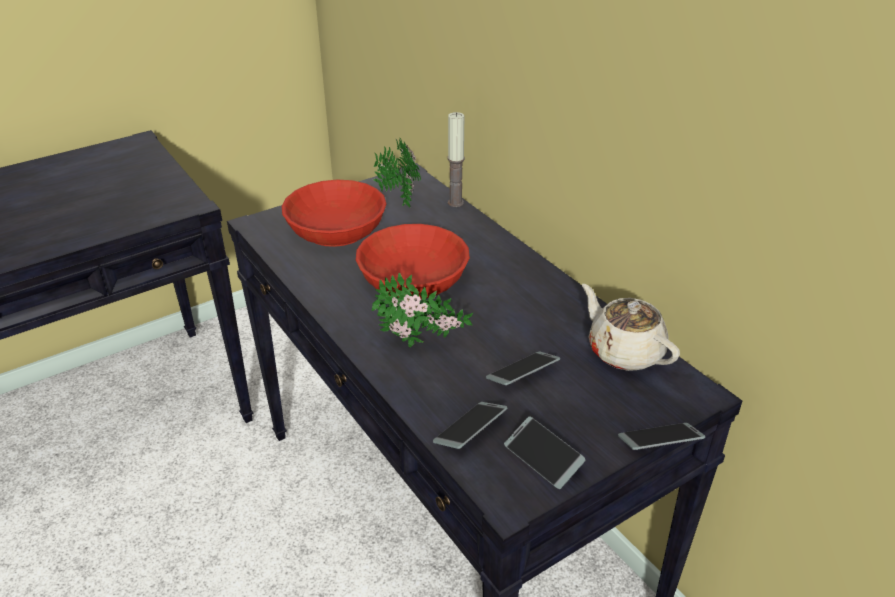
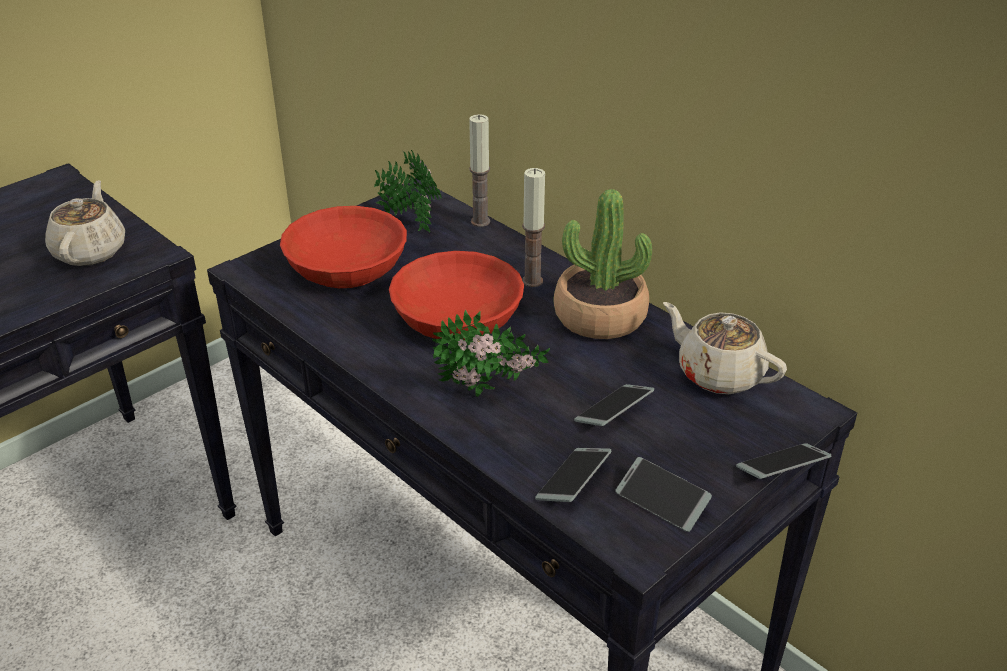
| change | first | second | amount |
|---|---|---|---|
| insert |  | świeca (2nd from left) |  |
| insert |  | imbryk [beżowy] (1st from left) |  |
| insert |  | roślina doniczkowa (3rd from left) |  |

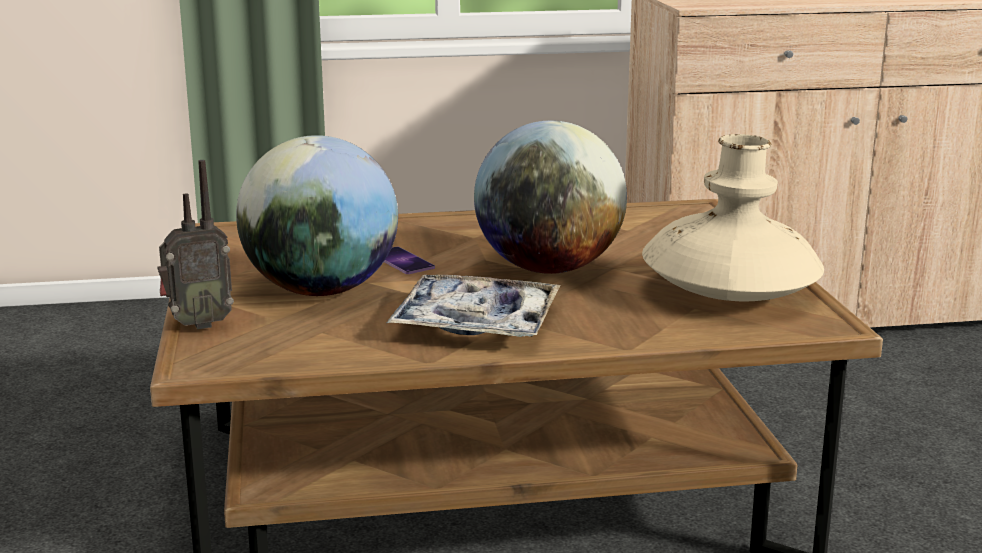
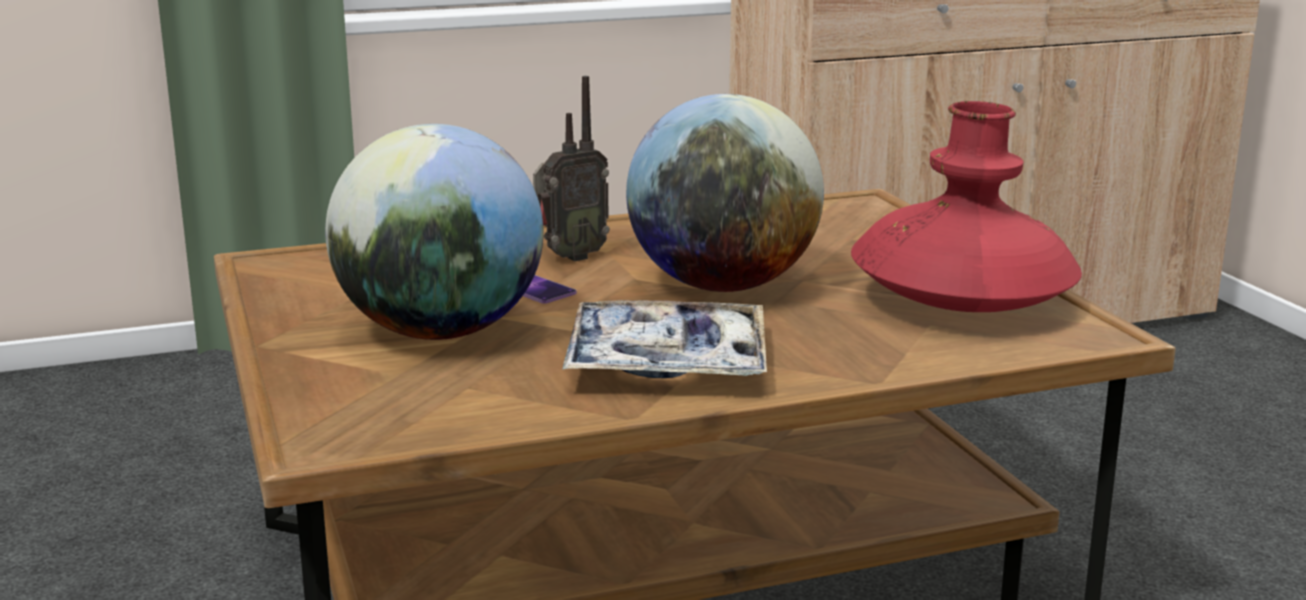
| change | first | second | amount |
|---|---|---|---|
| recolor | wazon [beżowy] | wazon [czerwony] |  |
| move | radio |  |  |

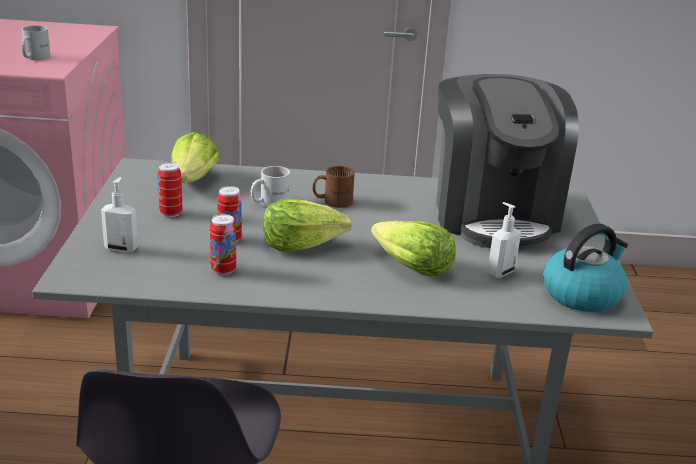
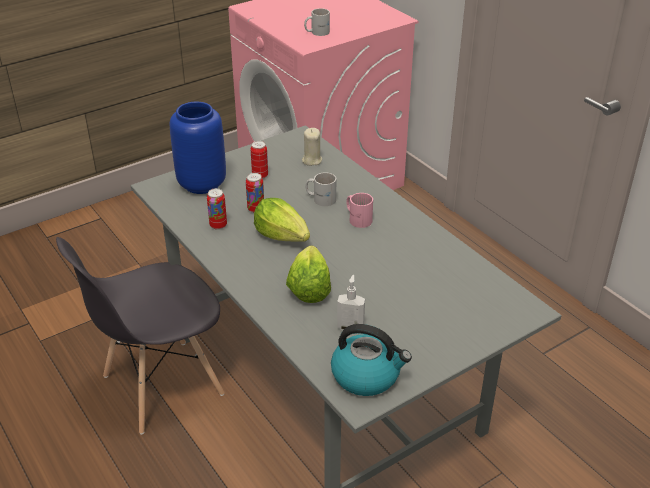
| change | first | second | amount |
|---|---|---|---|
| delete | ekspres do kawy |  |  |
| replace | sałata (1st from left) | świeca [beżowy] |  |
| recolor | kubek [brązowy] | kubek [różowy] |  |
| replace | dozownik mydła (1st from left) | wazon [niebieski] |  |

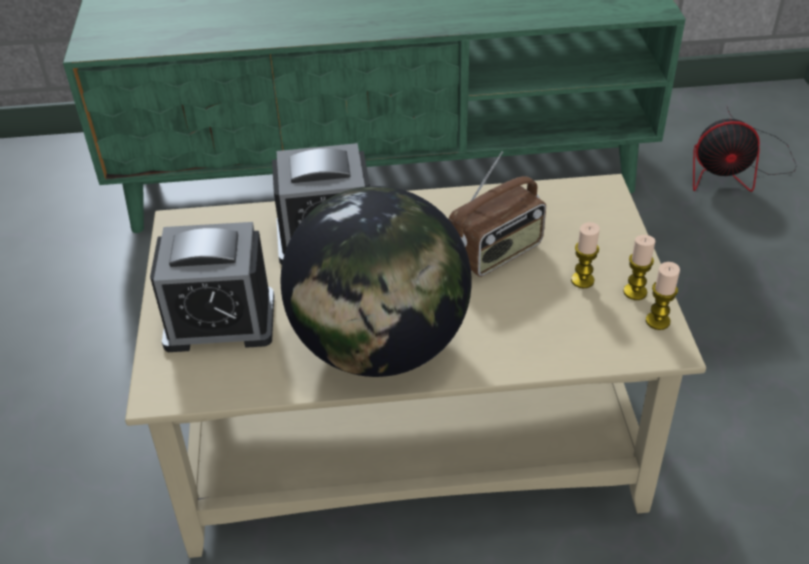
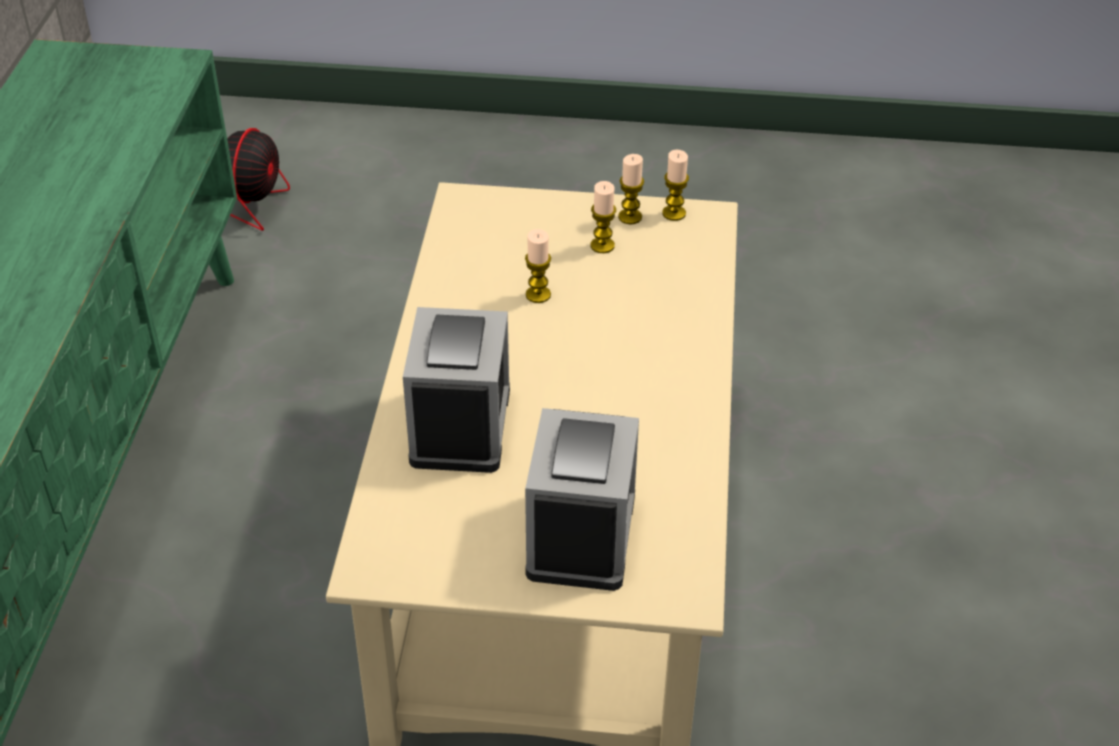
| change | first | second | amount |
|---|---|---|---|
| replace | radio | świeca (1st from left) |  |
| delete | globus |  |  |

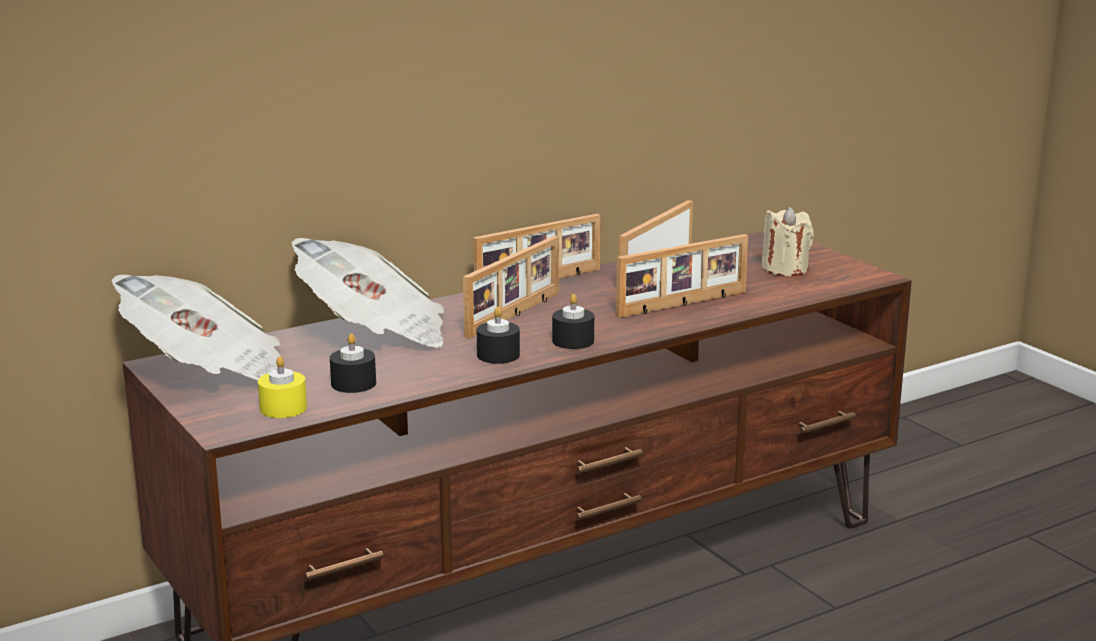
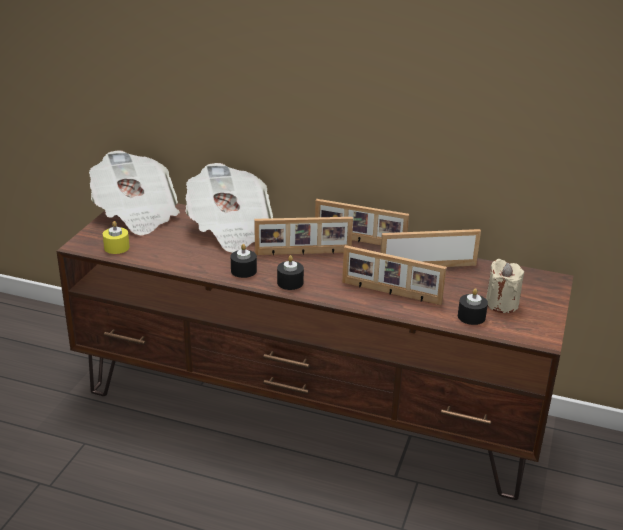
| change | first | second | amount |
|---|---|---|---|
| move | świeca [czarny] (1st from left in the first image) | świeca [czarny] (3rd from left) |  |

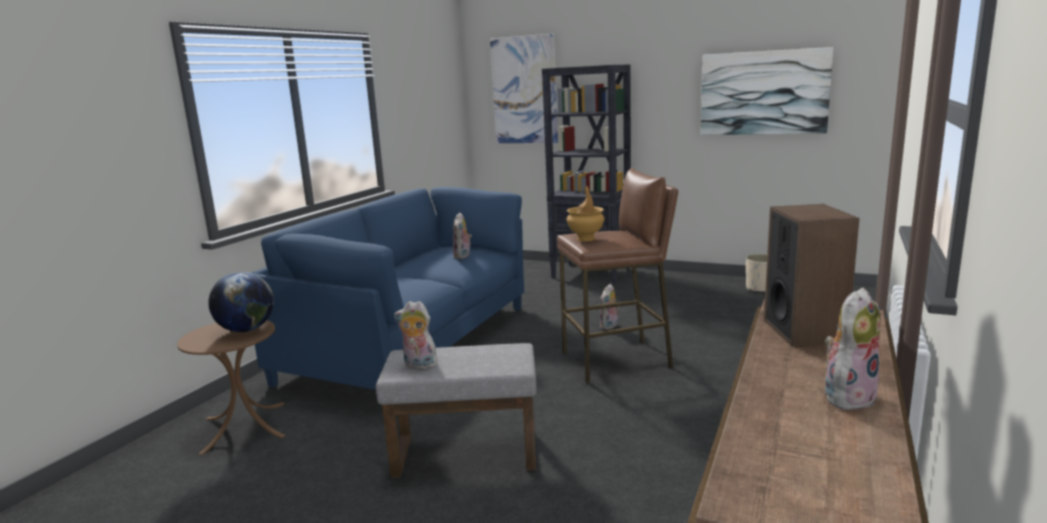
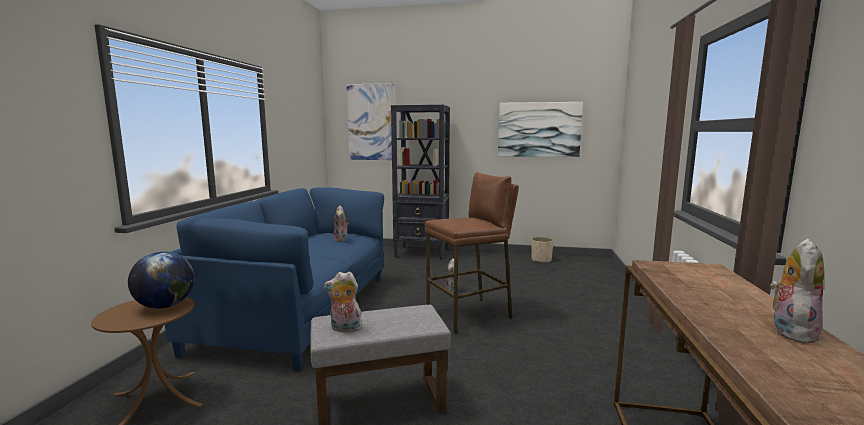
| change | first | second | amount |
|---|---|---|---|
| delete | wazon [brązowy] |  |  |
| delete | głośnik |  |  |

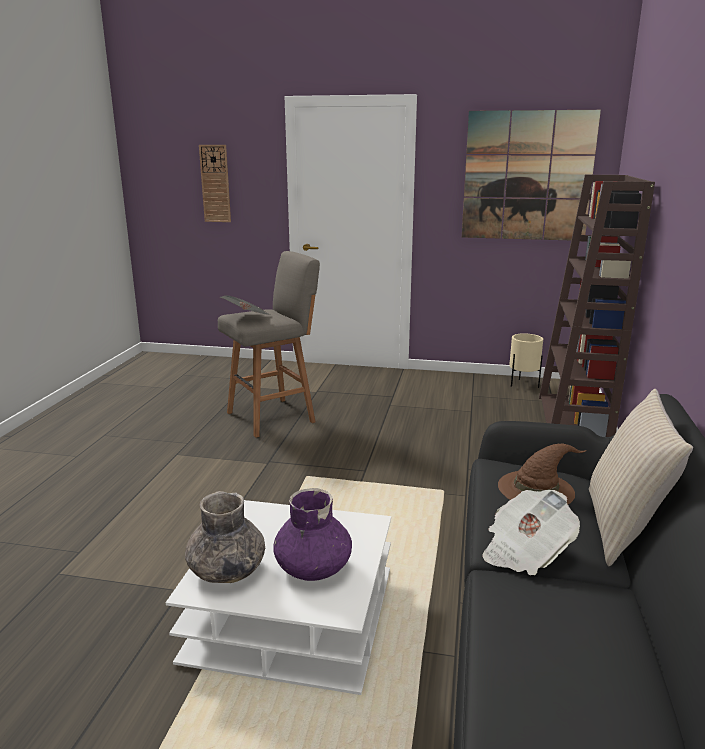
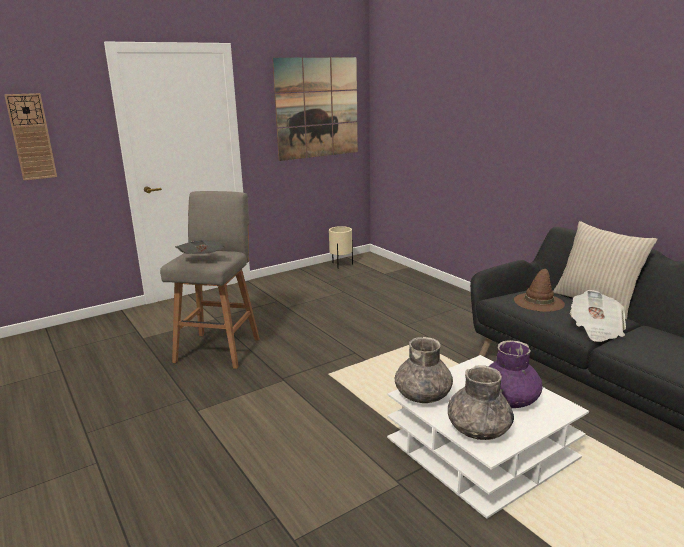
| change | first | second | amount |
|---|---|---|---|
| delete | regał [brązowy] |  |  |
| insert |  | wazon [szary] (1st from left) |  |

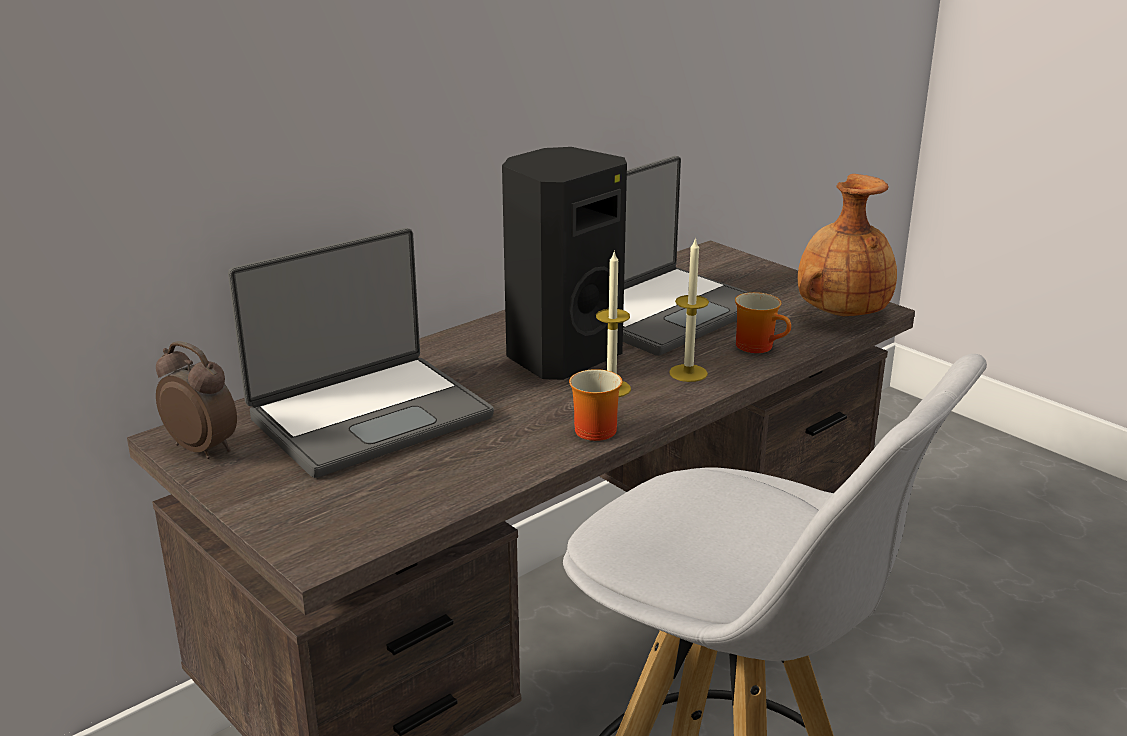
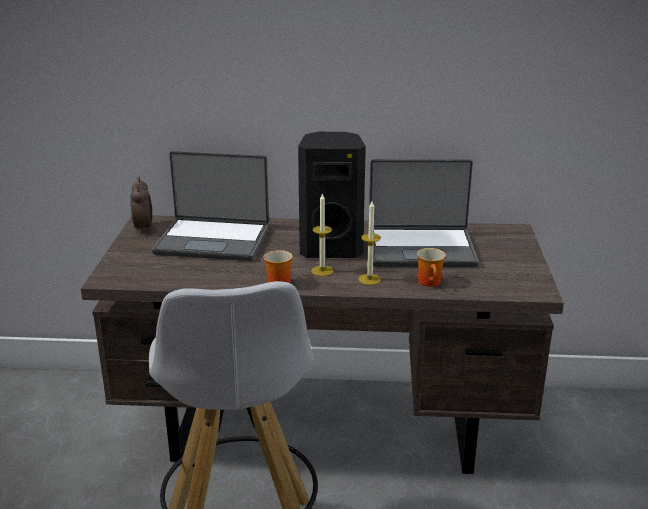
| change | first | second | amount |
|---|---|---|---|
| delete | wazon [brązowy] |  |  |

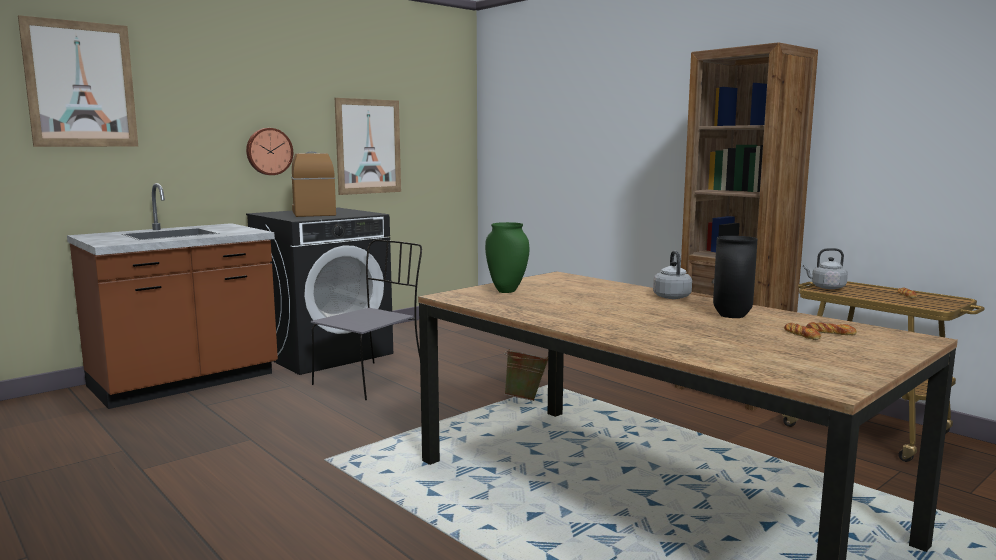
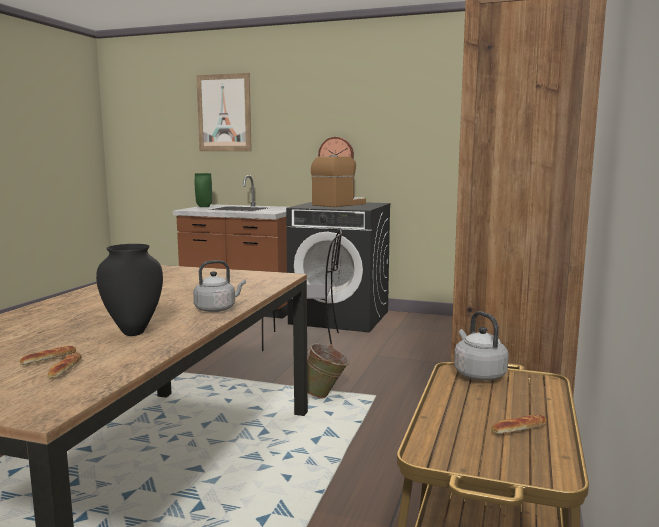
| change | first | second | amount |
|---|---|---|---|
| delete | obraz (2nd from left) |  |  |
| move | wazon [zielony] |  |  |

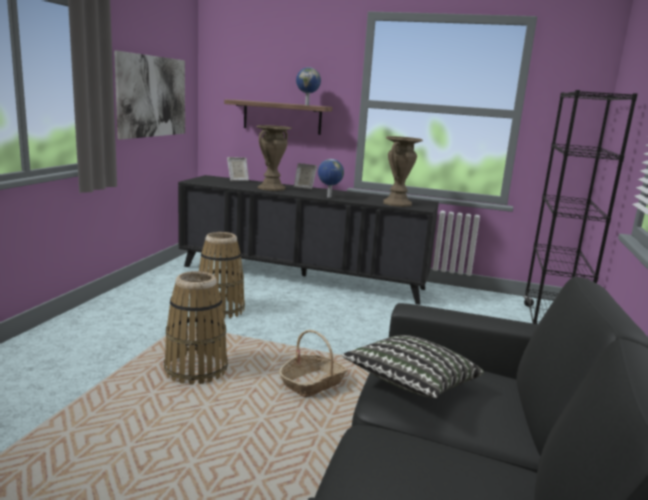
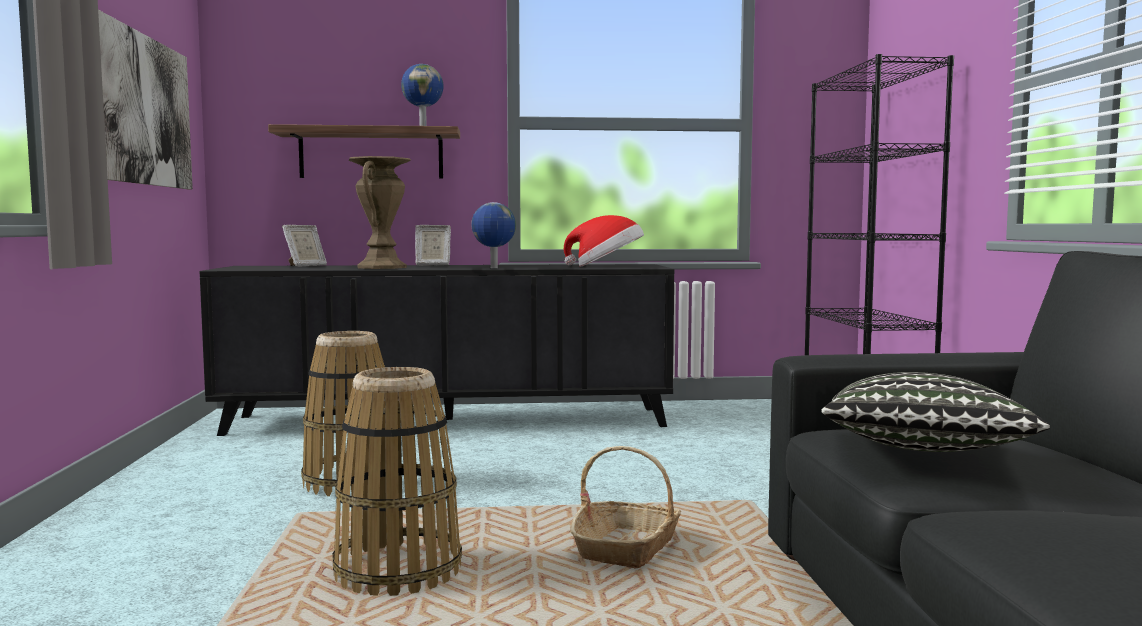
| change | first | second | amount |
|---|---|---|---|
| replace | wazon [brązowy] (2nd from left) | kapelusz |  |

